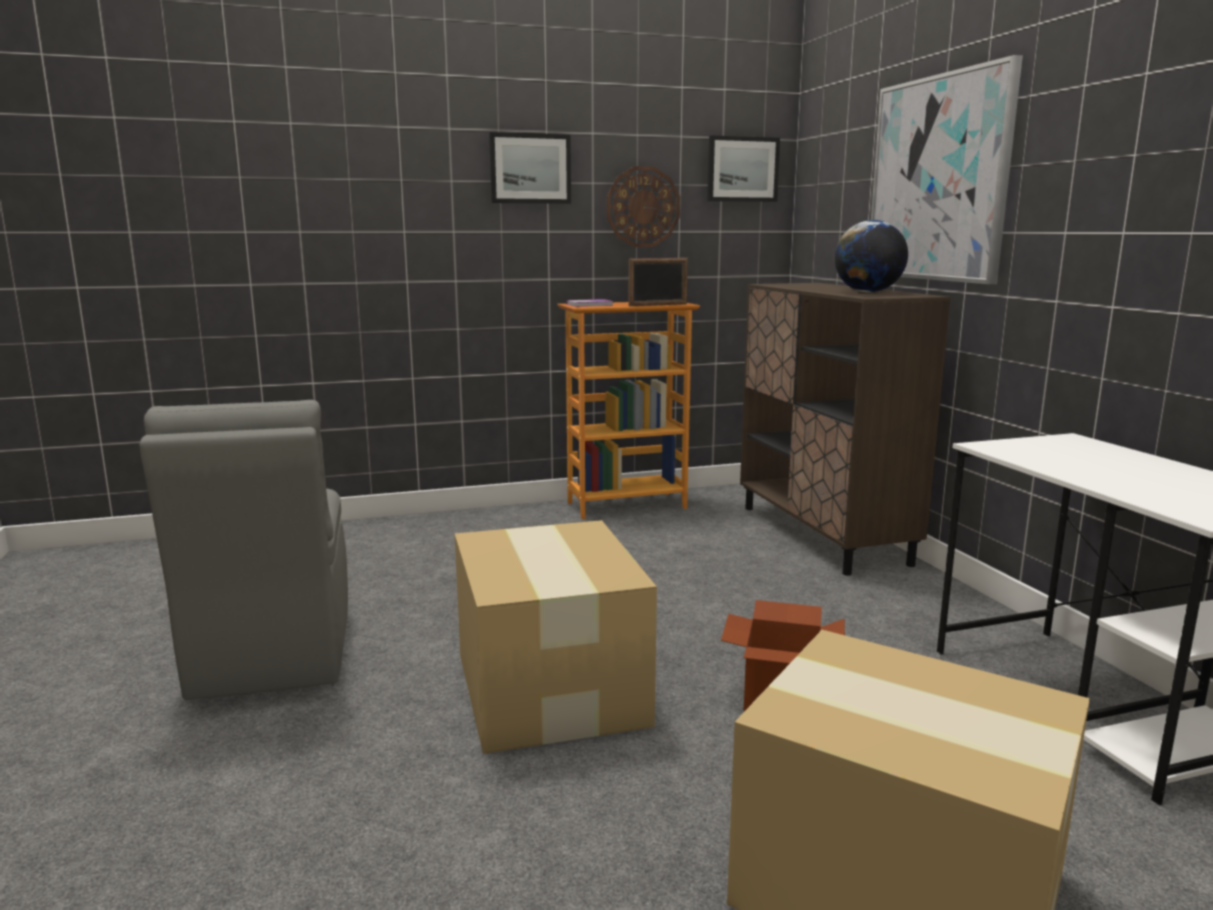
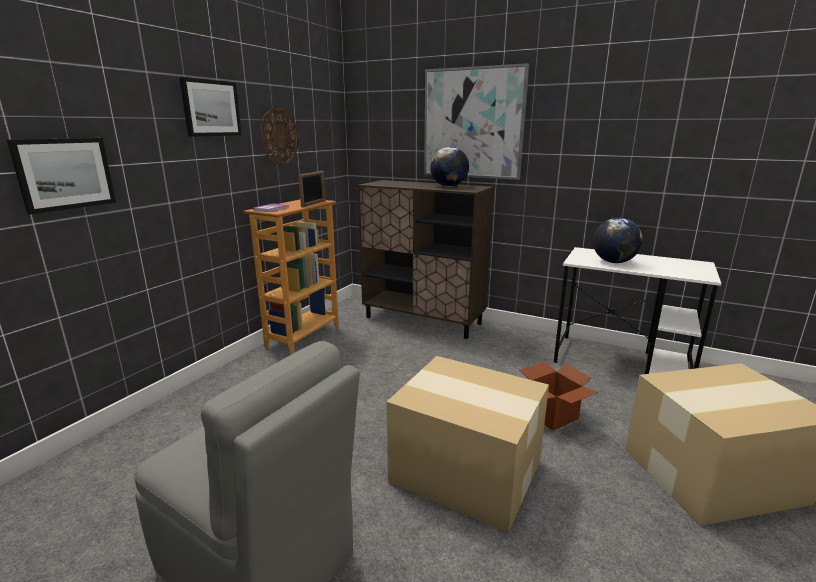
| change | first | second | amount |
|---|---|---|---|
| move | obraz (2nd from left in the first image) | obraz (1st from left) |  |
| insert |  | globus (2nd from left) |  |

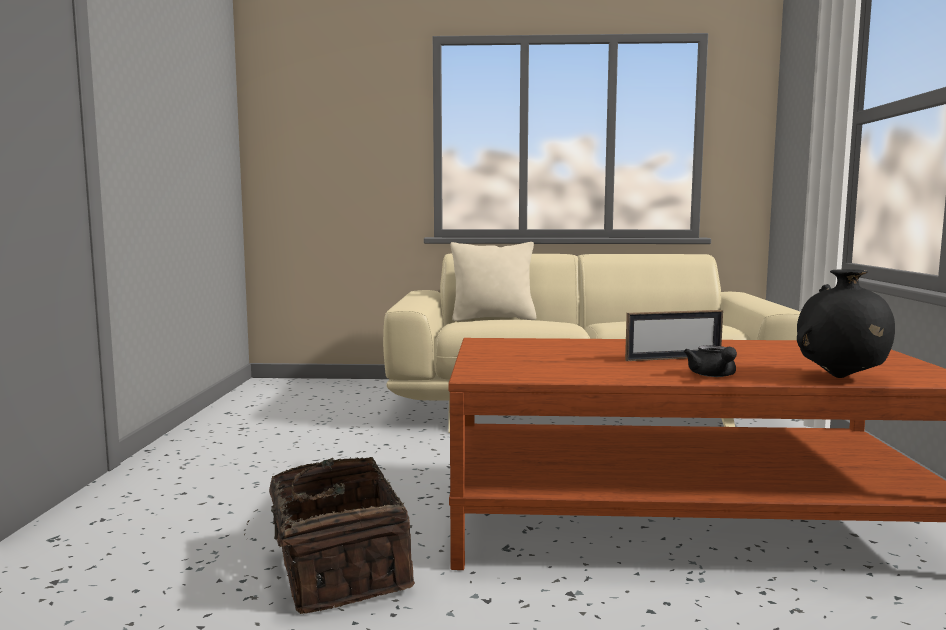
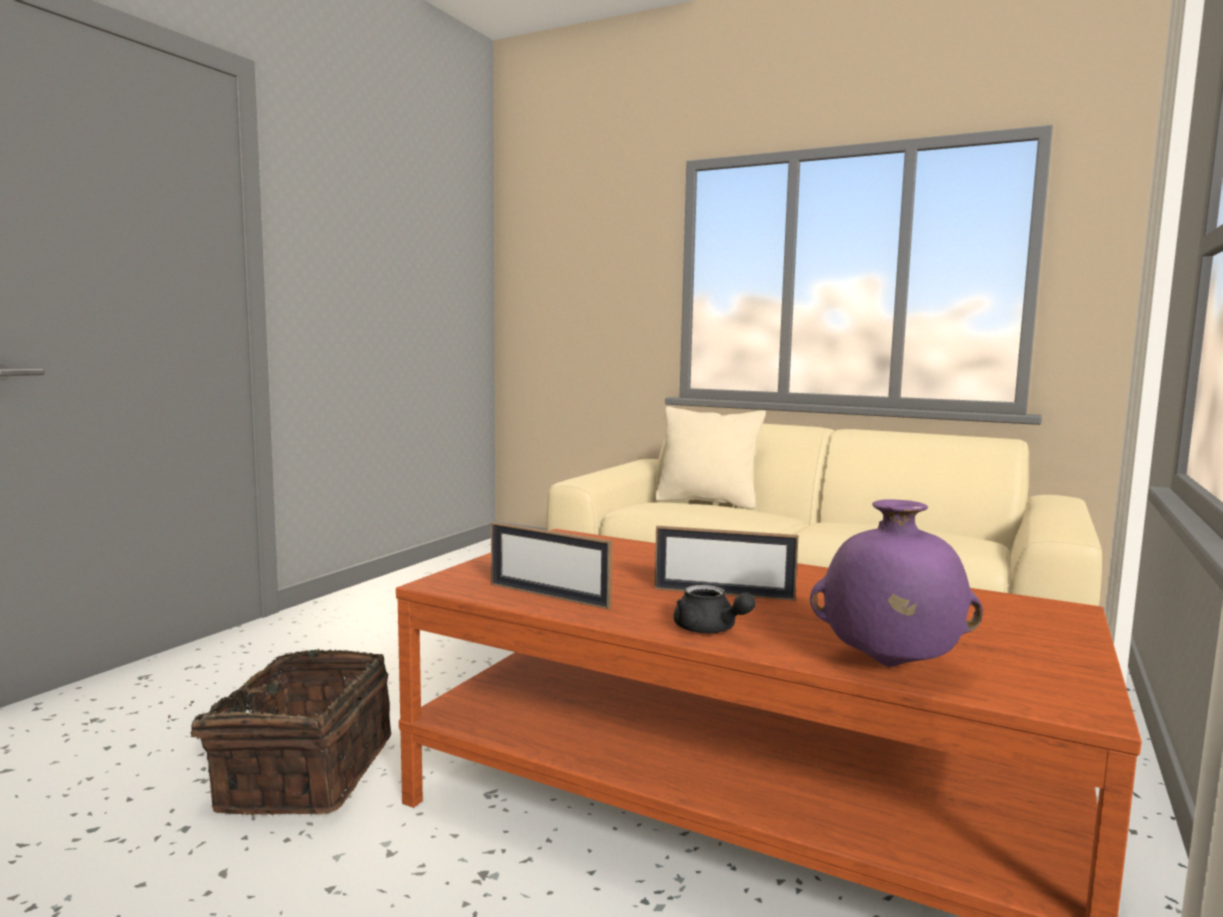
| change | first | second | amount |
|---|---|---|---|
| recolor | wazon [czarny] | wazon [fioletowy] |  |
| rotate | imbryk [czarny] |  | 60 degrees counterclockwise |
| insert |  | ramka na zdjęcie (1st from left) |  |

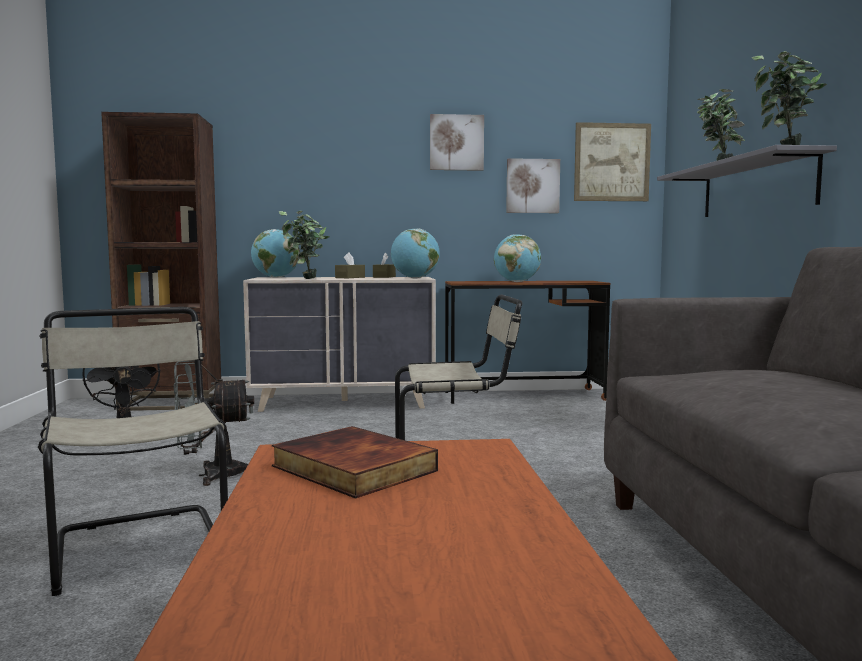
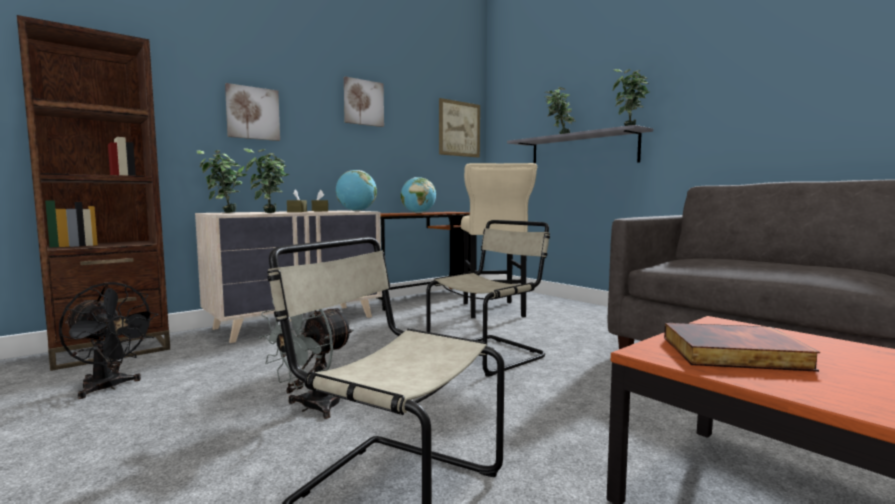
| change | first | second | amount |
|---|---|---|---|
| move | obraz (2nd from left in the first image) | obraz (1st from left) |  |
| replace | globus (1st from left) | roślina doniczkowa (1st from left) |  |
| insert |  | stołek [beżowy] |  |

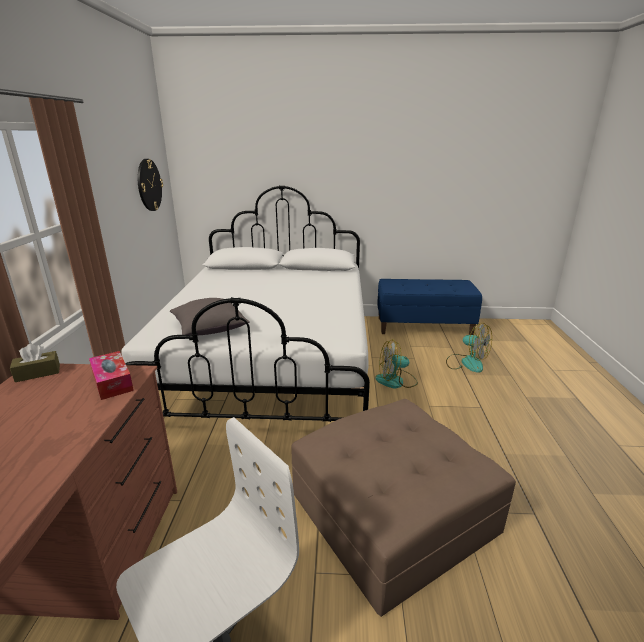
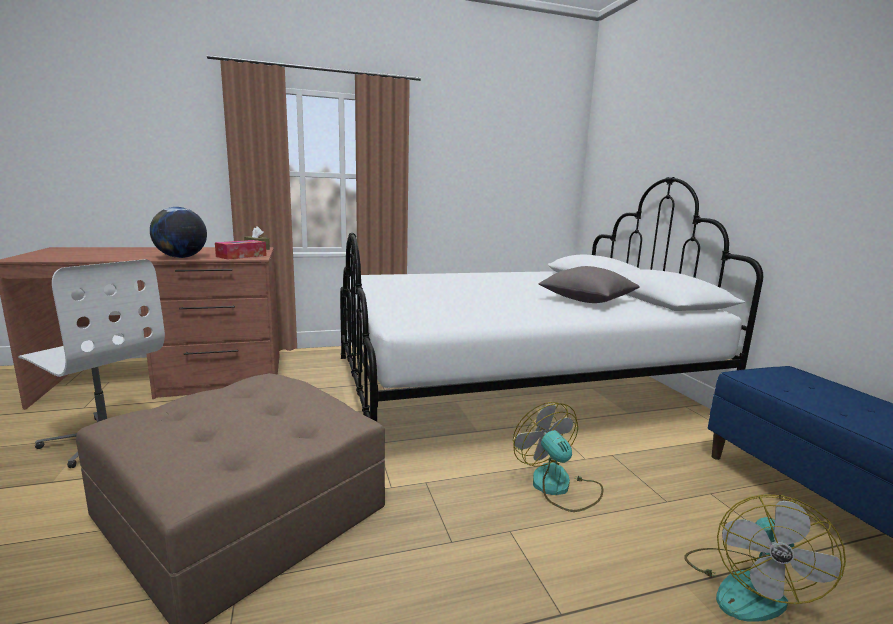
| change | first | second | amount |
|---|---|---|---|
| delete | zegar ścienny |  |  |
| move | poduszka [szary] |  |  |
| insert |  | globus |  |

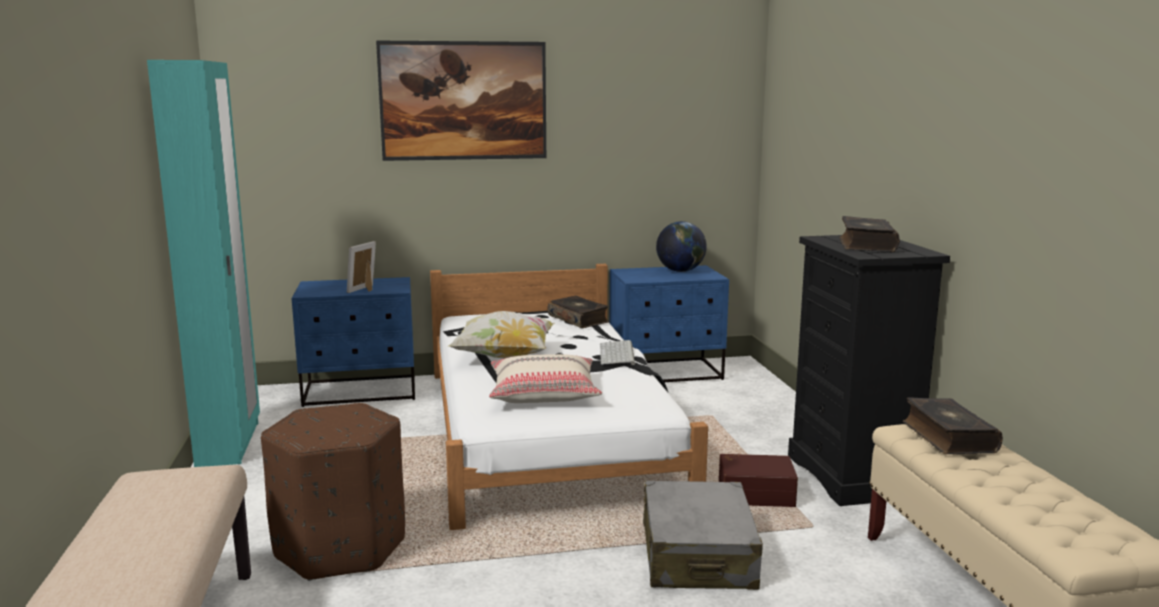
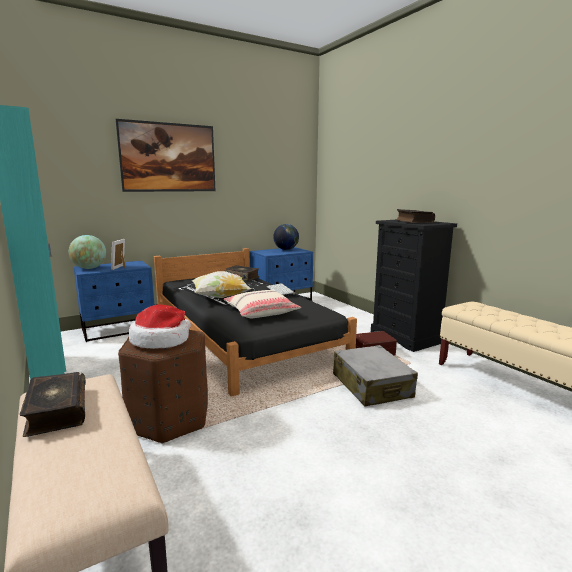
| change | first | second | amount |
|---|---|---|---|
| recolor | łóżko [biały] | łóżko [czarny] |  |
| move | książka (3rd from left in the first image) | książka (1st from left) |  |
| insert |  | globus (1st from left) |  |
| insert |  | kapelusz |  |

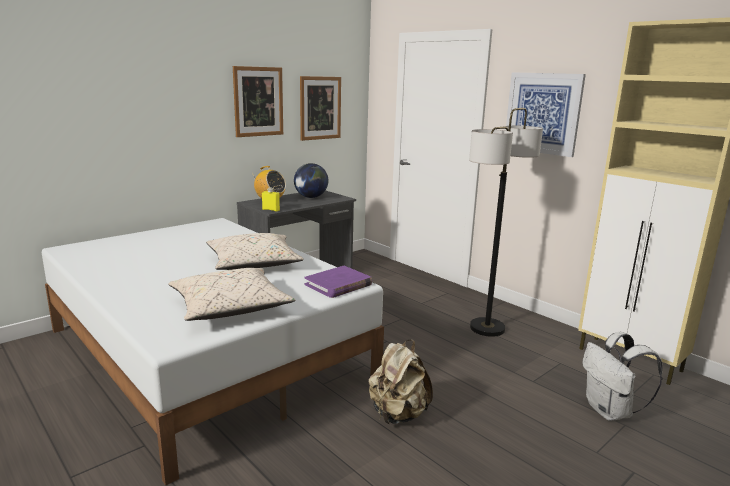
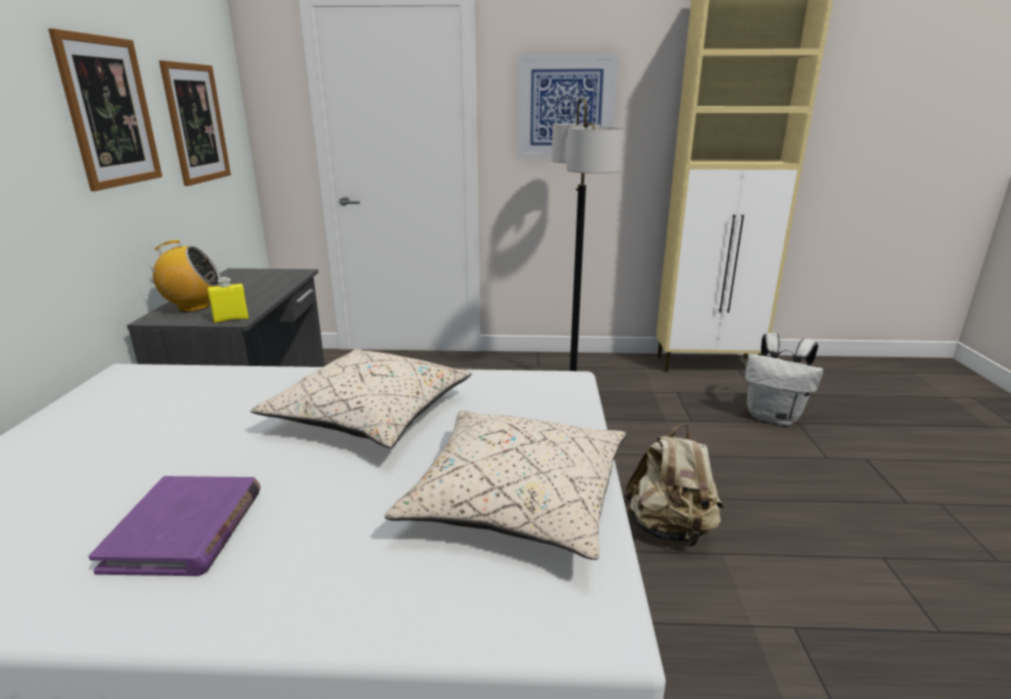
| change | first | second | amount |
|---|---|---|---|
| delete | globus |  |  |
| move | książka [fioletowy] |  |  |

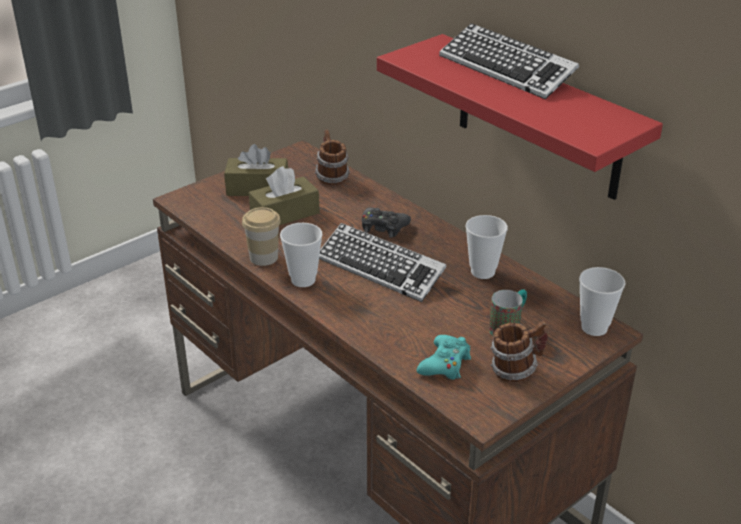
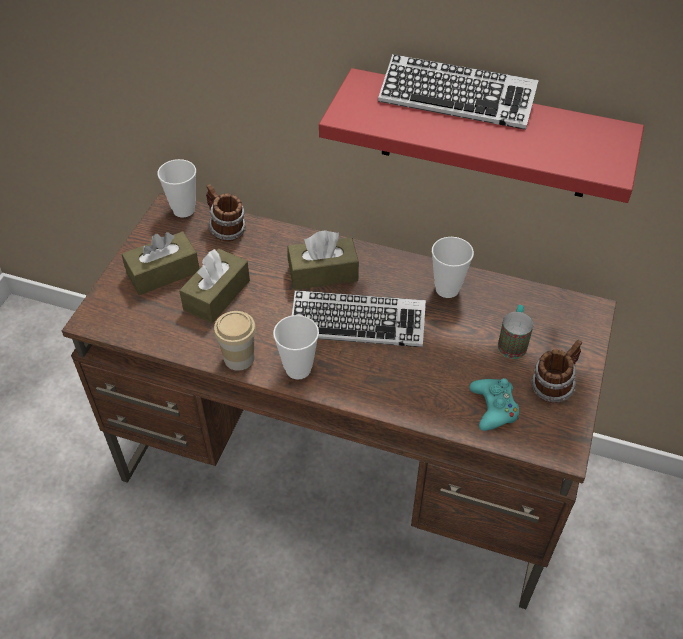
| change | first | second | amount |
|---|---|---|---|
| replace | pad do gier [czarny] | pudełko chusteczek [brązowy] (3rd from left) |  |
| move | filiżanka (4th from left in the first image) | filiżanka (1st from left) |  |

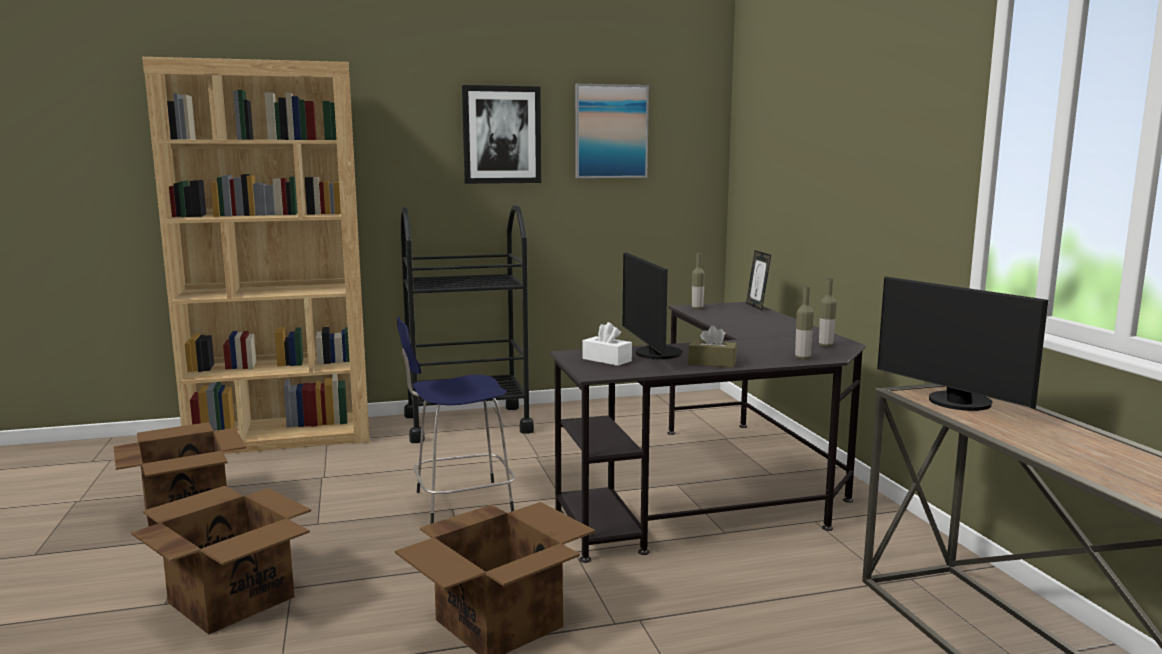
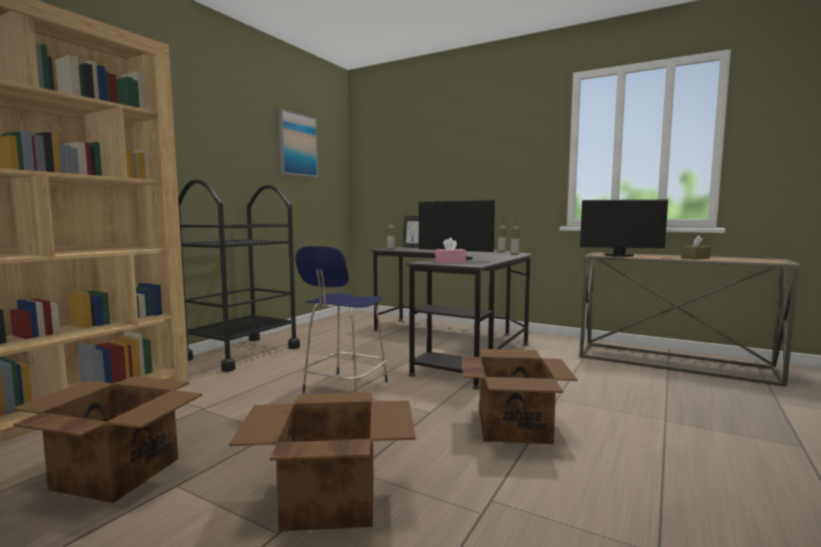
| change | first | second | amount |
|---|---|---|---|
| delete | obraz (1st from left) |  |  |
| recolor | pudełko chusteczek [biały] | pudełko chusteczek [różowy] |  |
| move | pudełko chusteczek [brązowy] |  |  |

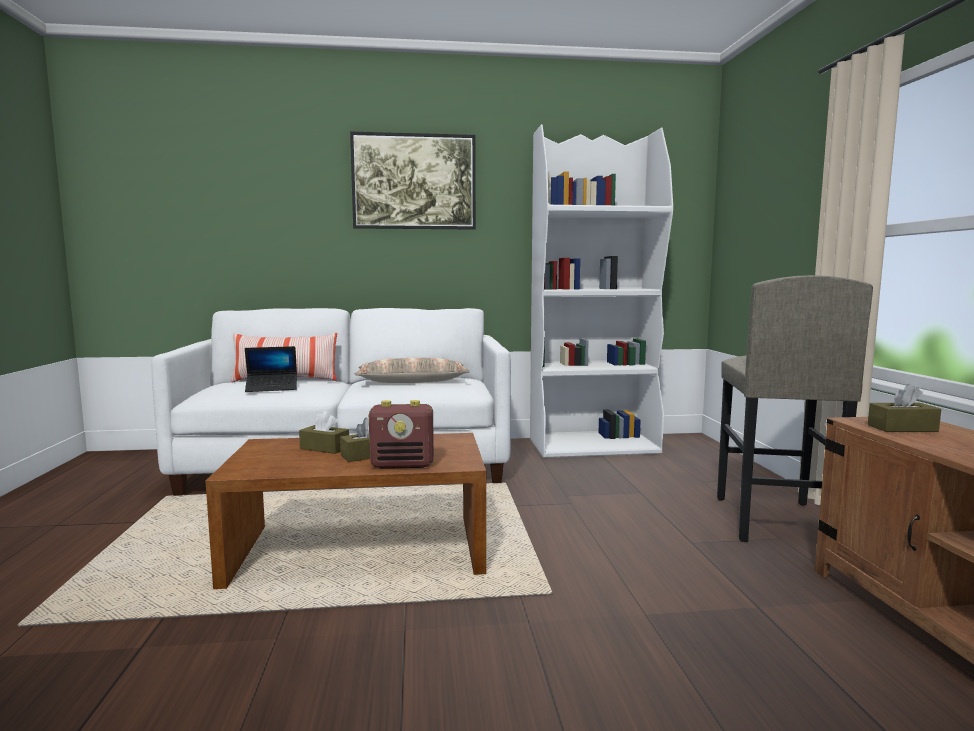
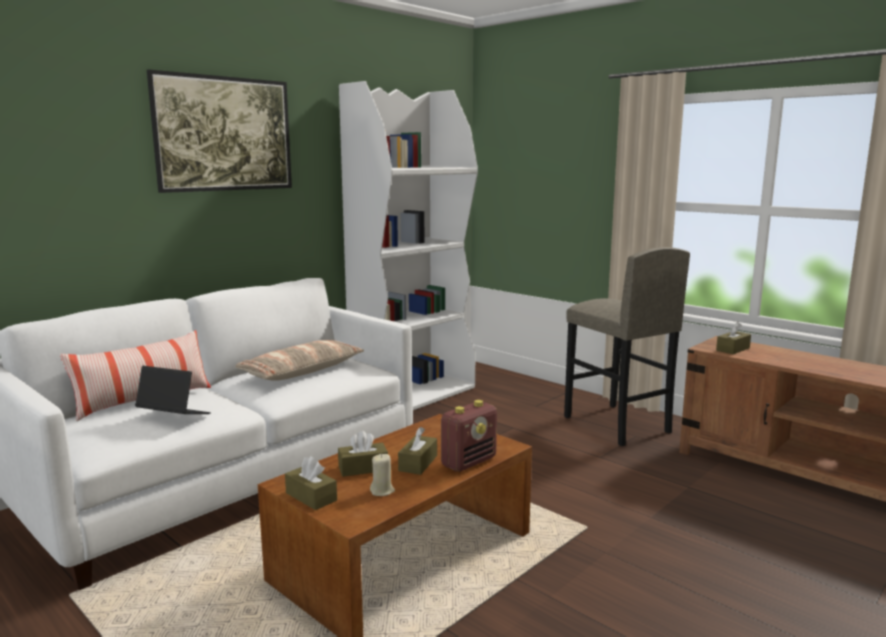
| change | first | second | amount |
|---|---|---|---|
| rotate | laptop |  | 105 degrees counterclockwise |
| insert |  | świeca [beżowy] |  |
| insert |  | pudełko chusteczek [brązowy] (1st from left) |  |

